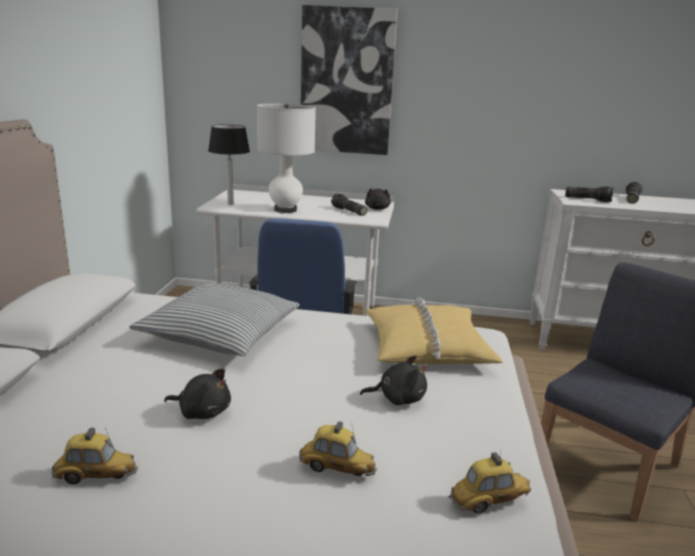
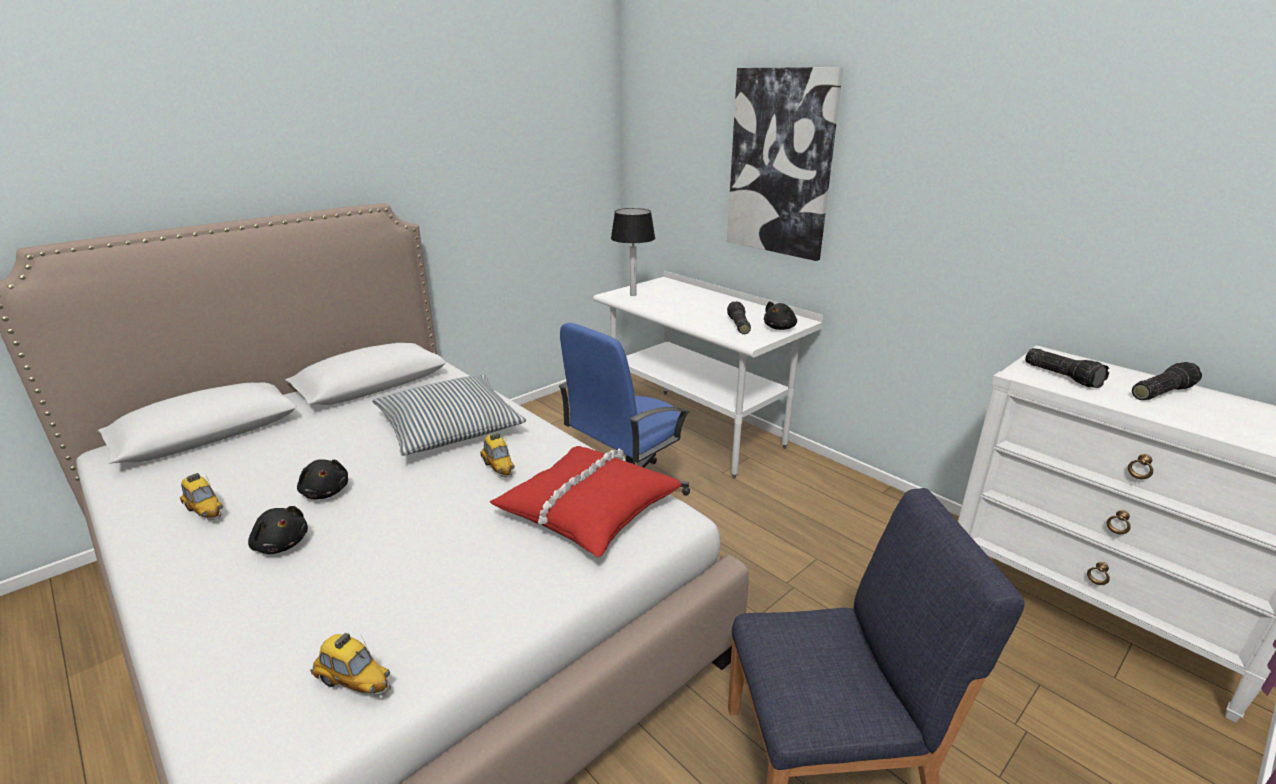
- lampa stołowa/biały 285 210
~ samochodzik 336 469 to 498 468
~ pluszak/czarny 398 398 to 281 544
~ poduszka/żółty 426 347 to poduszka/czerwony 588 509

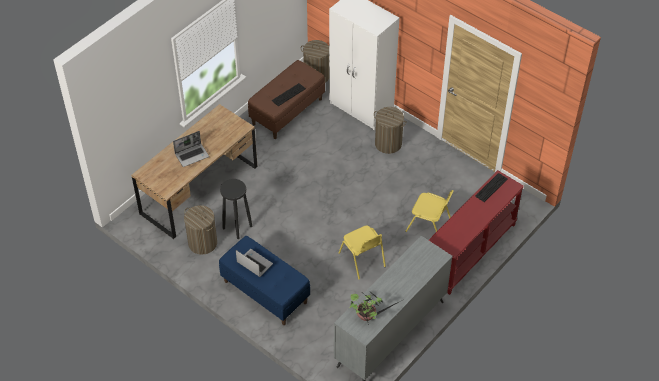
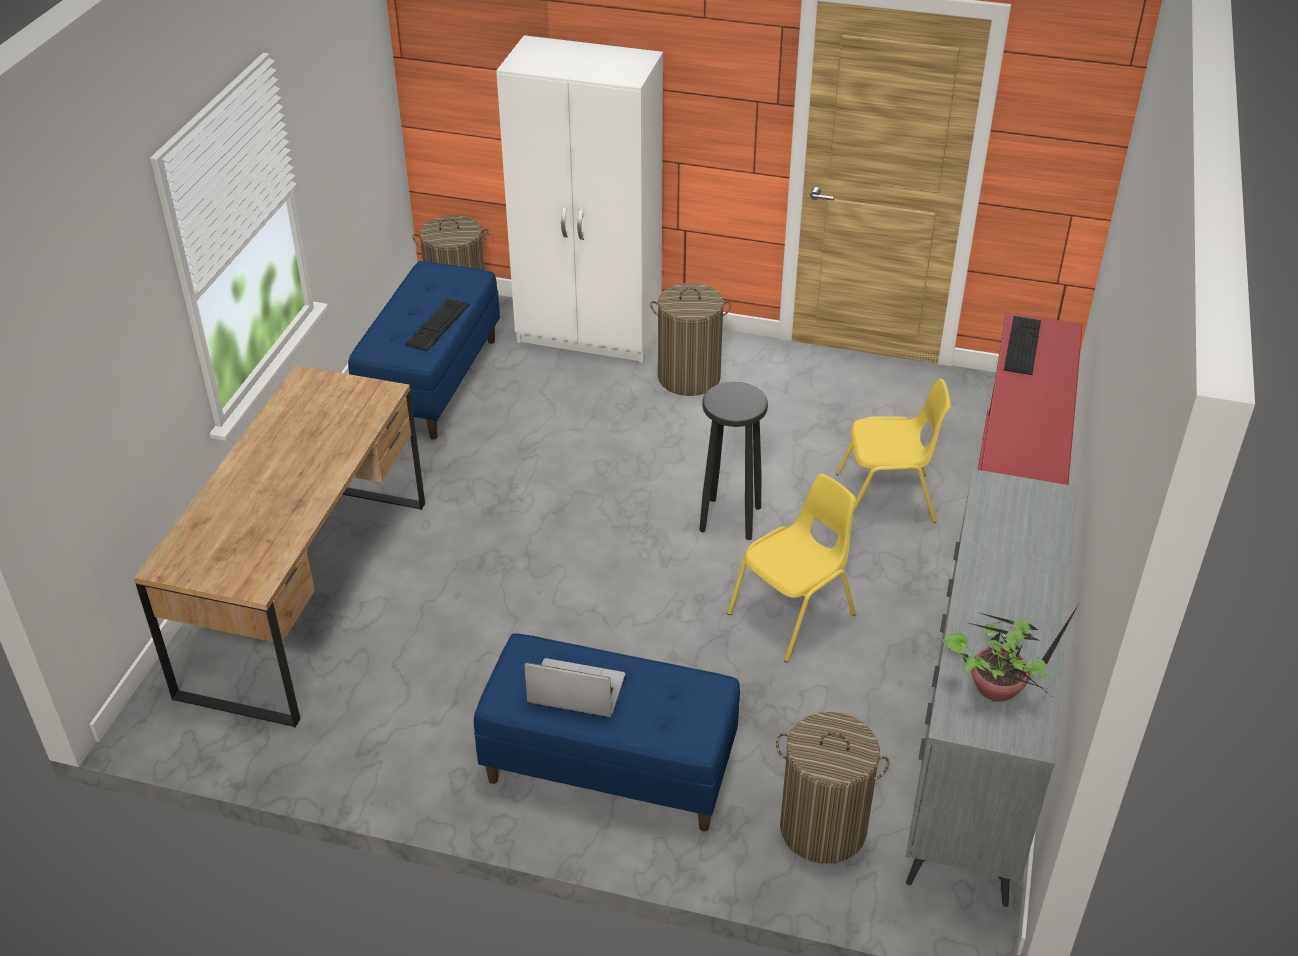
- laptop 192 155
~ kosz na pranie 202 243 to 822 828
~ stołek/czarny 237 227 to 730 519
~ ławka/brązowy 287 111 to ławka/niebieski 431 381
~ krzesło/żółty 362 260 = 794 614 75 degrees counterclockwise

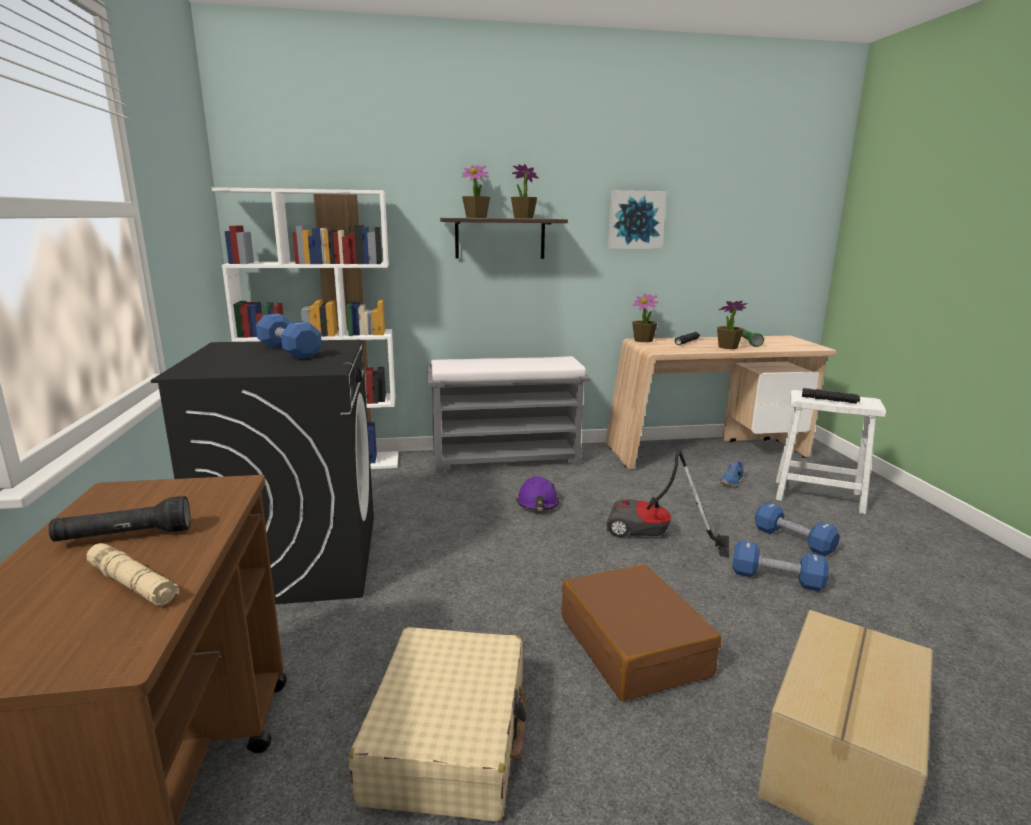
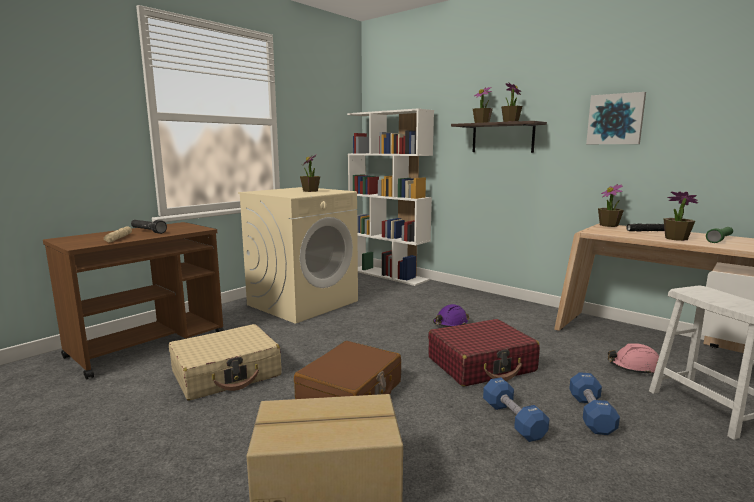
~ pralka/czarny 296 559 to pralka/beżowy 303 303
~ hantel/niebieski 289 351 to roślina doniczkowa 310 191
- ławka/szary 506 458
~ odkurzacz 654 537 to walizka/czerwony 481 365
~ but/niebieski 732 482 to kask/różowy 634 367
- latarka/czarny 829 400

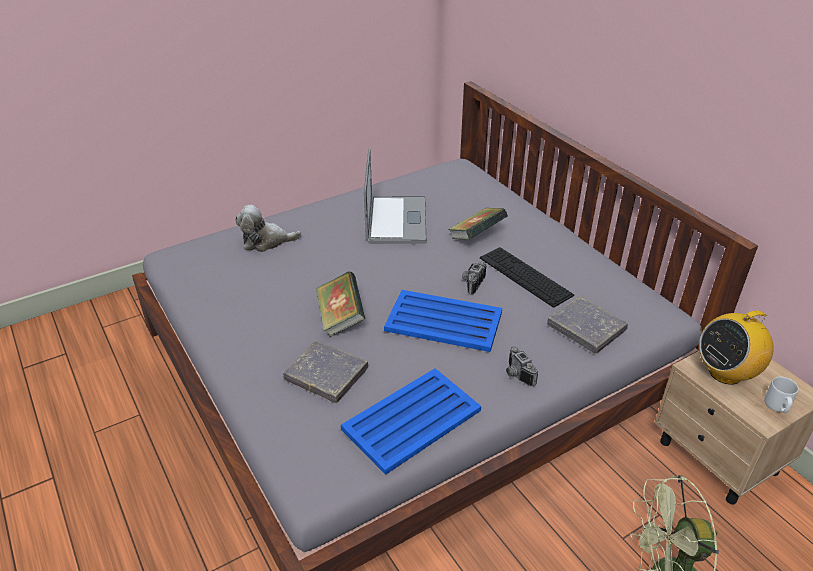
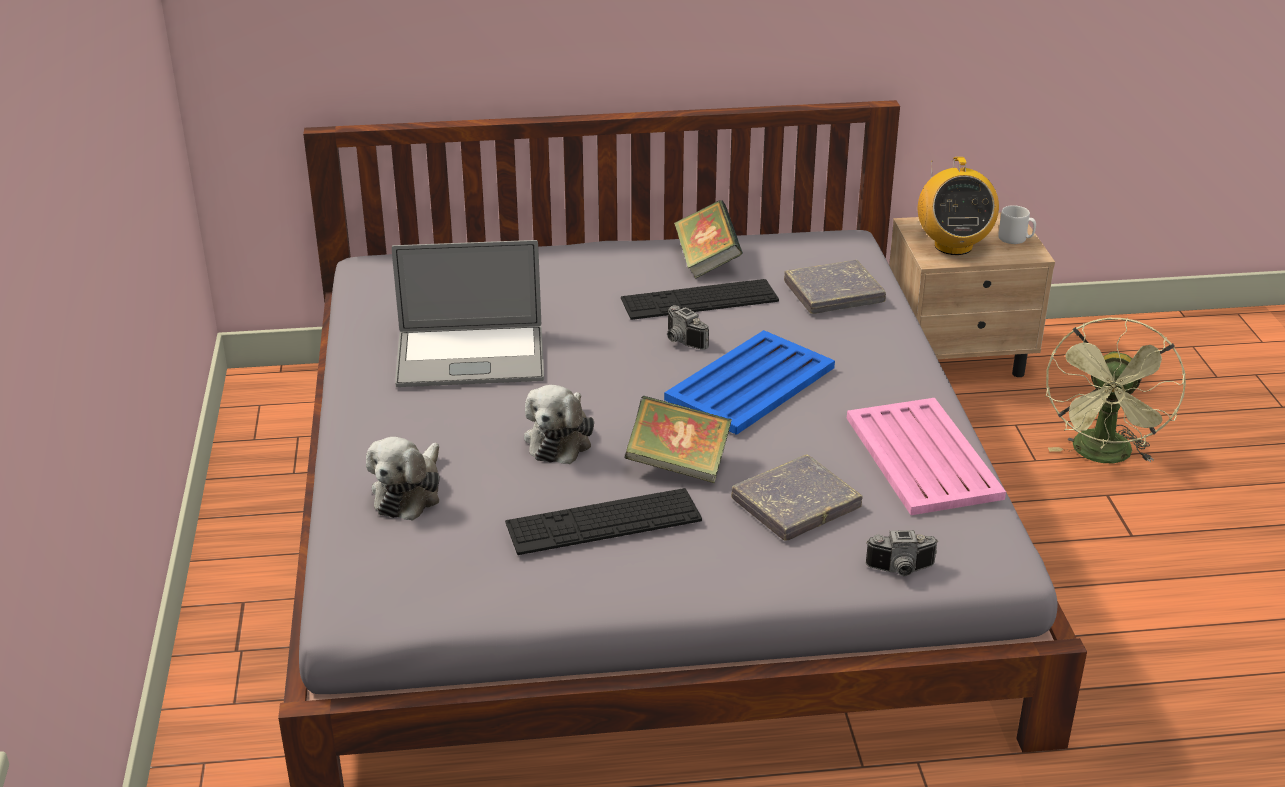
~ taca/niebieski 413 419 to taca/różowy 922 456
~ laptop 396 220 = 470 357 150 degrees clockwise
~ książka 476 237 to 707 261
~ aparat fotograficzny 516 375 to 901 570
+ klawiatura 603 521
+ pluszak 560 439

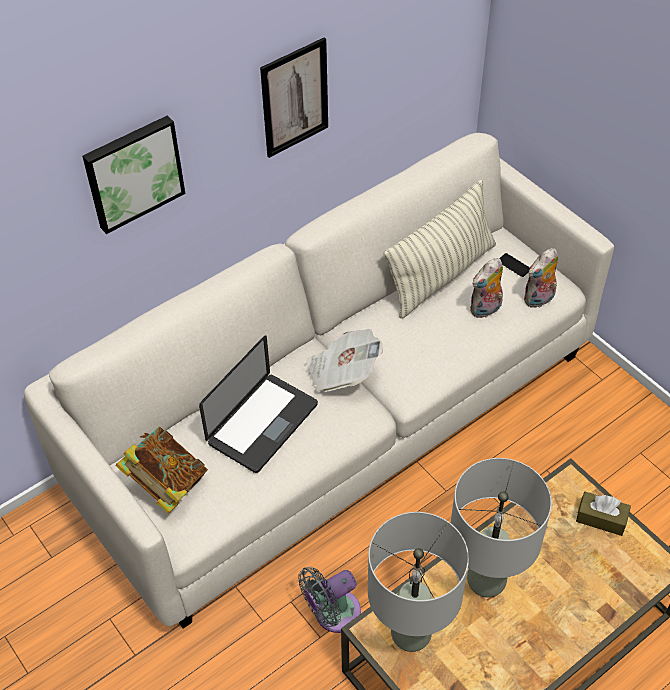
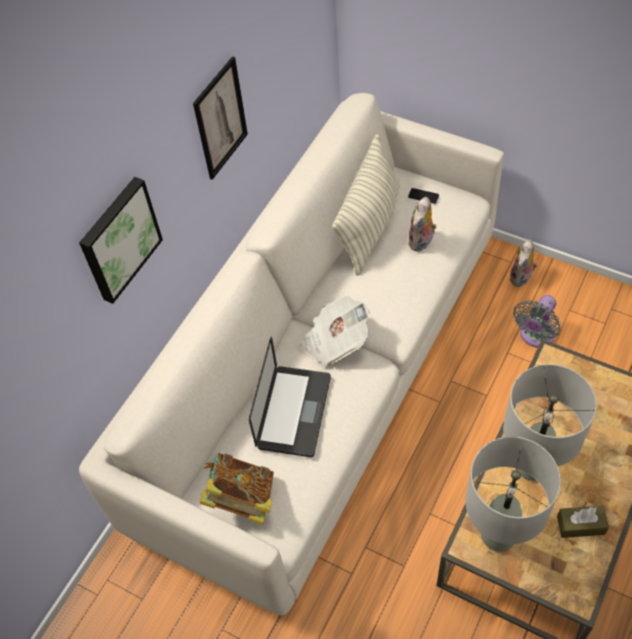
~ wentylator/szary 333 614 to 535 336
~ pluszak 539 300 to 521 278
~ pudełko chusteczek/brązowy 601 518 to 580 525

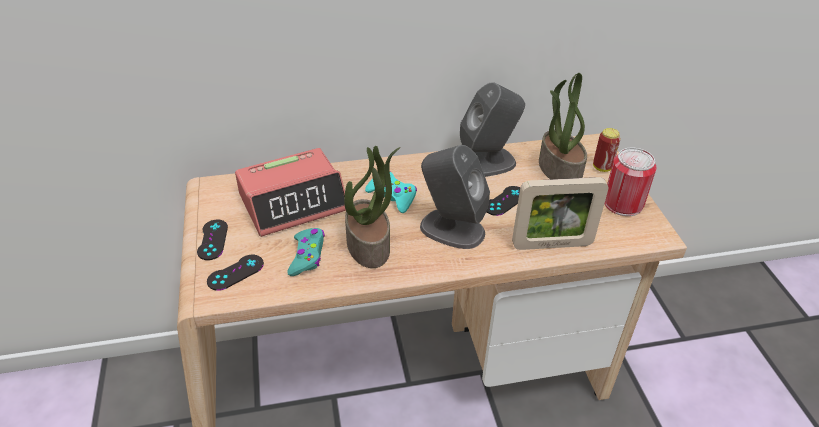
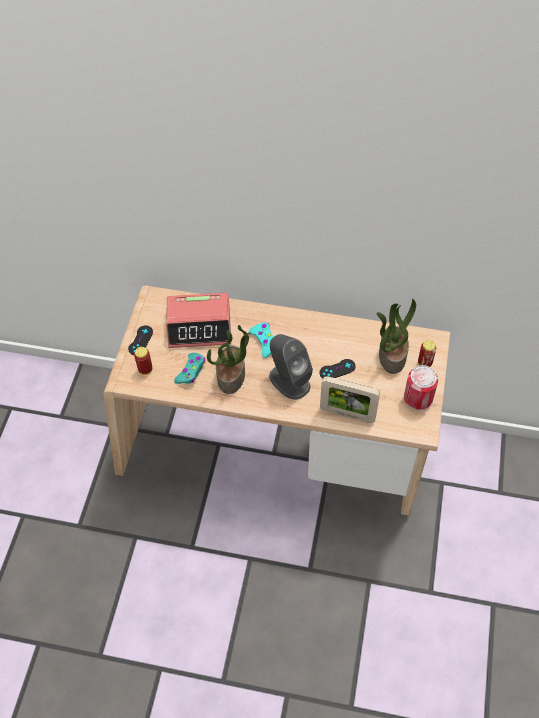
~ pad do gier/czarny 235 272 to puszka 145 369
- głośnik/szary 487 162

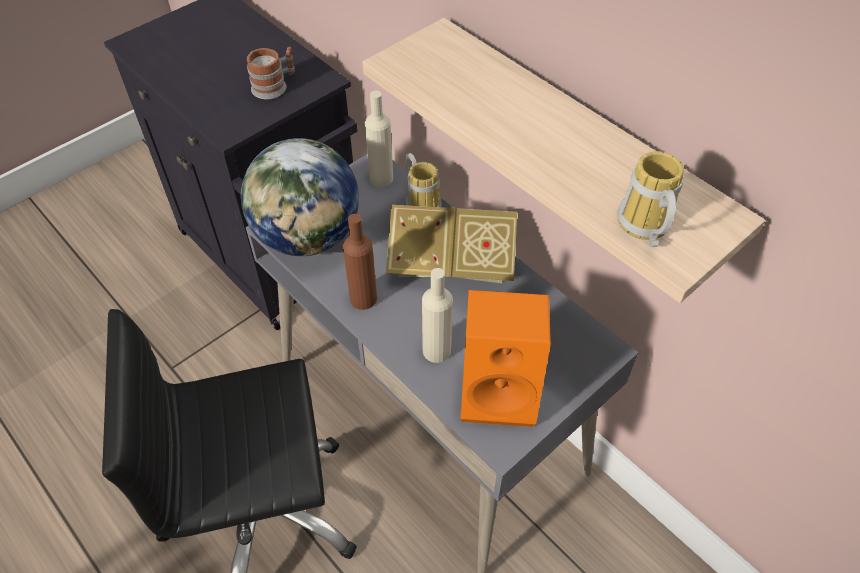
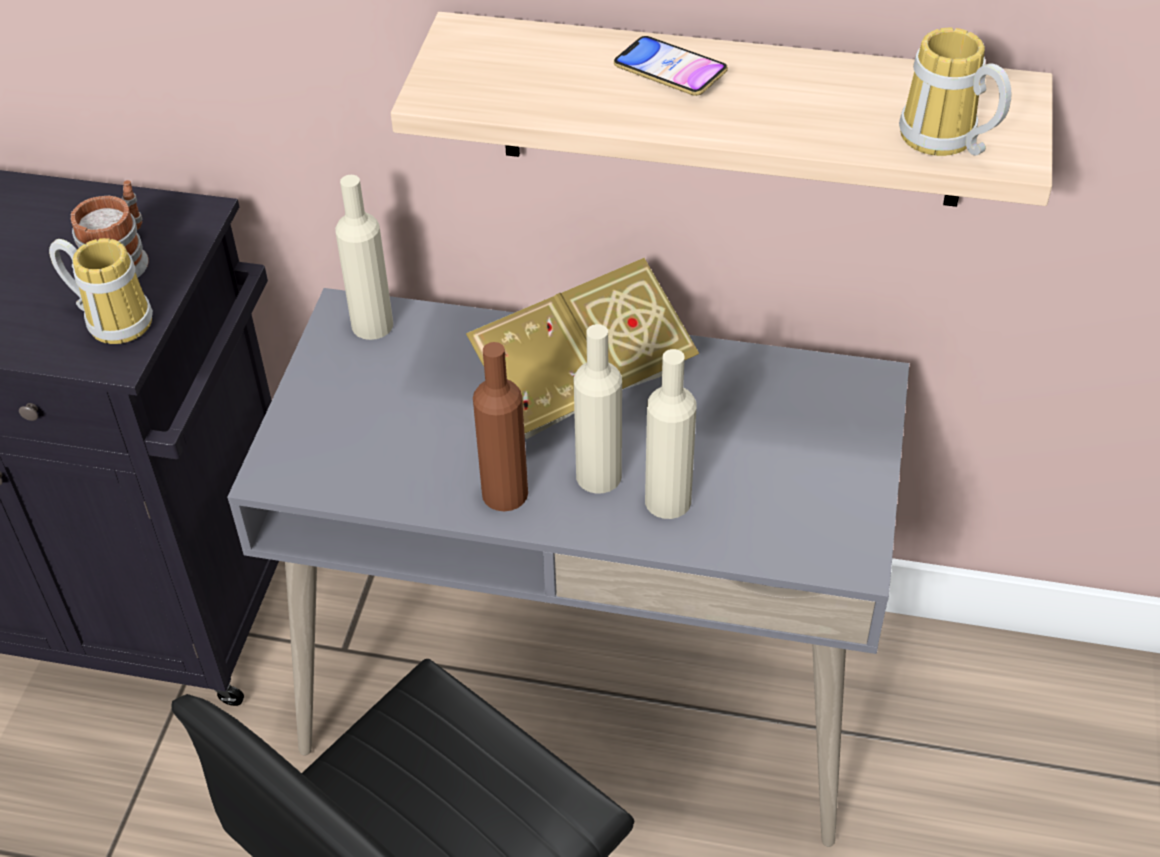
- globus 308 236
~ kubek 422 203 to 114 318
- głośnik/pomarańczowy 500 392
+ butelka/beżowy 598 476
+ telefon 669 72

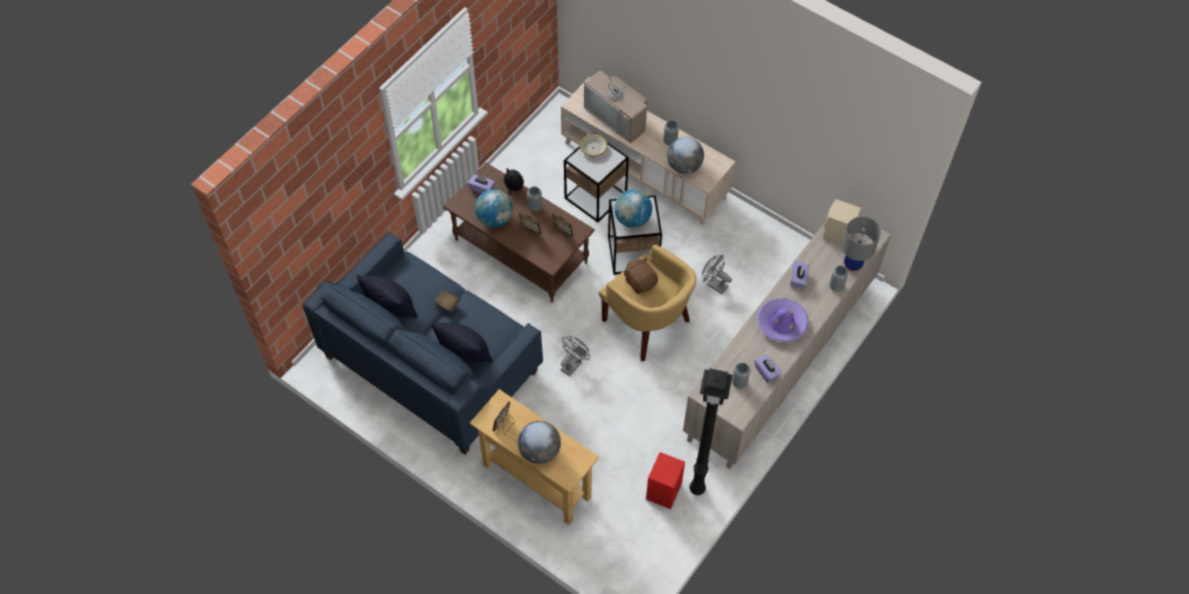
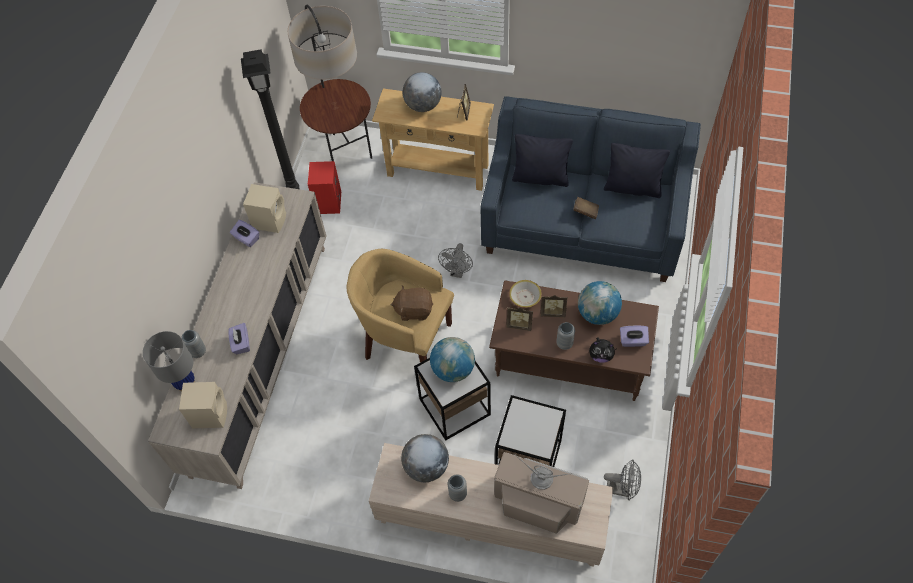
~ miska 593 148 to 525 297
~ pluszak/brązowy 640 282 = 414 310 150 degrees clockwise
~ wentylator/szary 714 284 to 622 489
~ wazon/szary 739 382 to głośnik/beżowy 270 220
- kapelusz/fioletowy 781 323
+ lampa stojąca 345 152

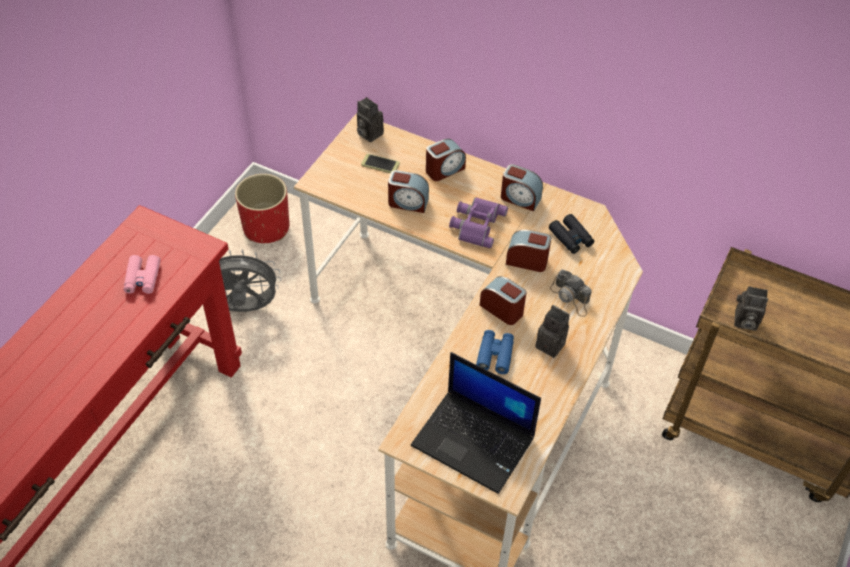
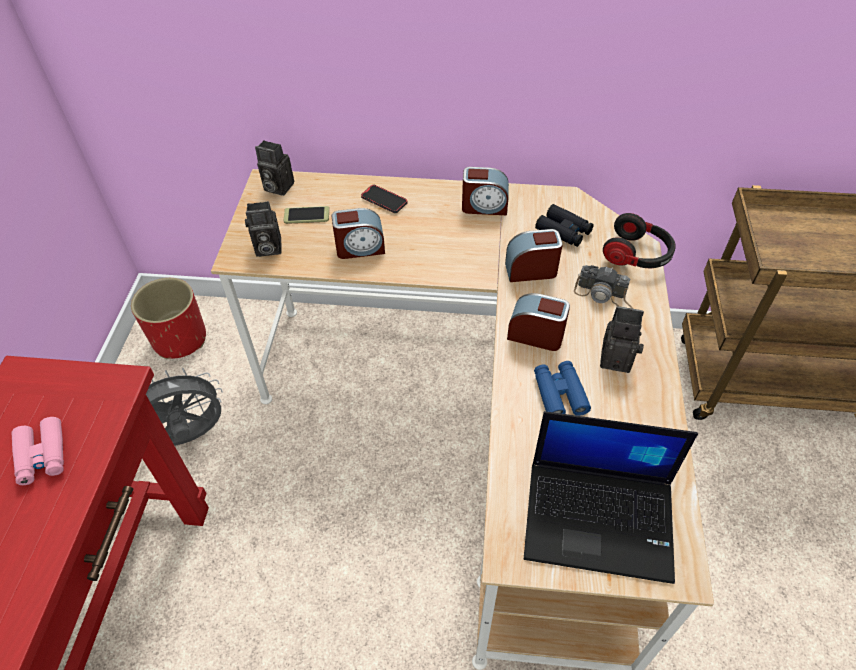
~ budzik 444 170 to telefon 384 200
- lornetka/fioletowy 476 224
~ aparat fotograficzny 744 321 to 266 248
+ słuchawki 637 255

